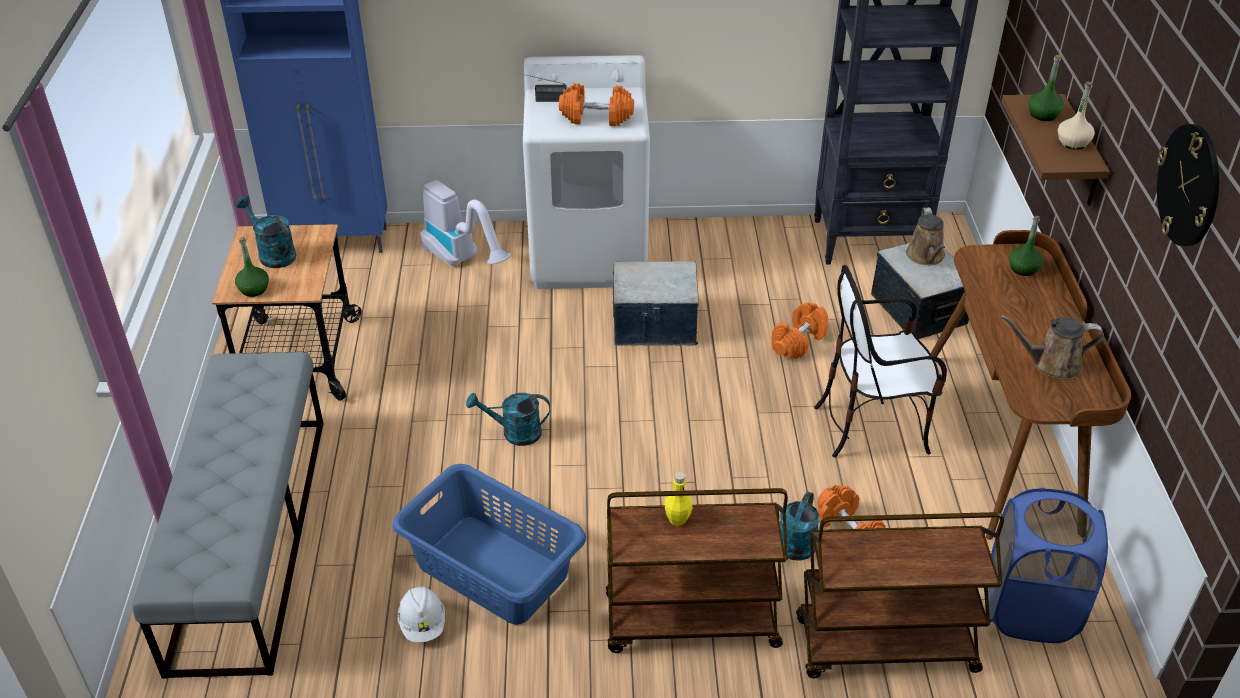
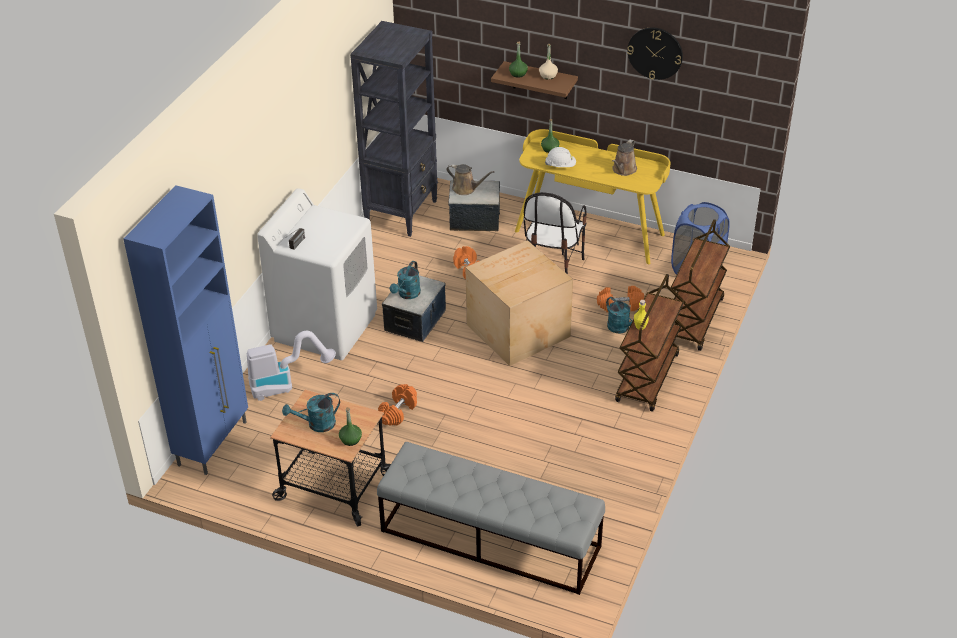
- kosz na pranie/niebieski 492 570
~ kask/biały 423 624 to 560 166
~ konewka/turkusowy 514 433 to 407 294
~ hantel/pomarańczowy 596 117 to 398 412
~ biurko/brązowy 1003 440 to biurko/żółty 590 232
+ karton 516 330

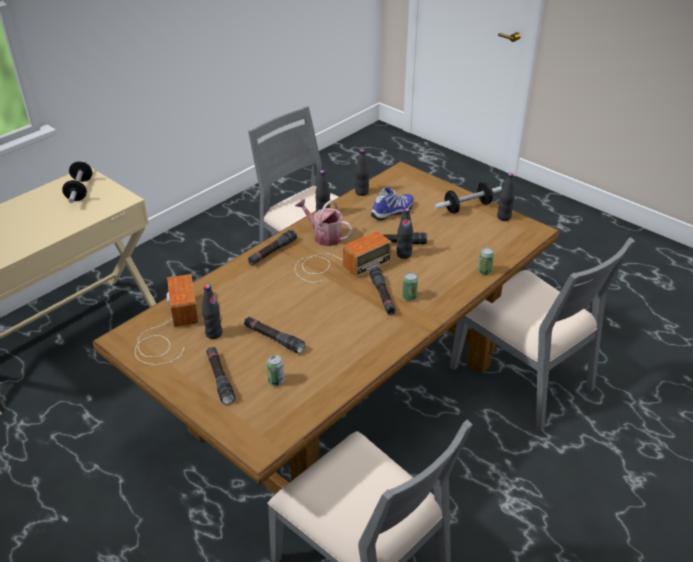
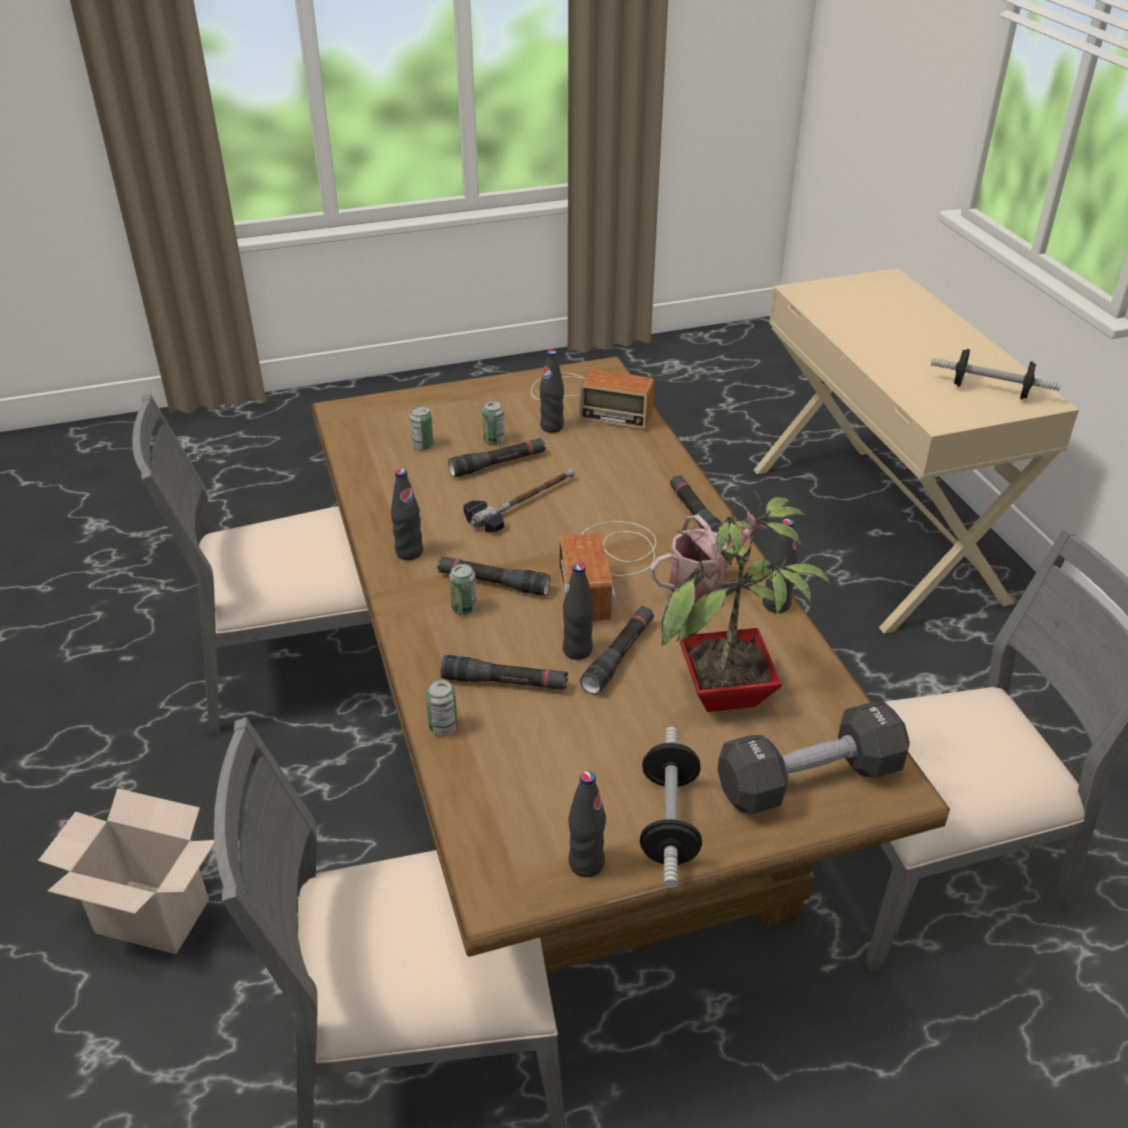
~ latarka/czarny 220 378 to 505 682
~ butelka/czarny 361 192 to 409 552
~ but 393 212 to roślina doniczkowa 726 696
+ karton 148 918
+ młotek 522 502
+ puszka 494 440
+ hantel/czarny 809 779

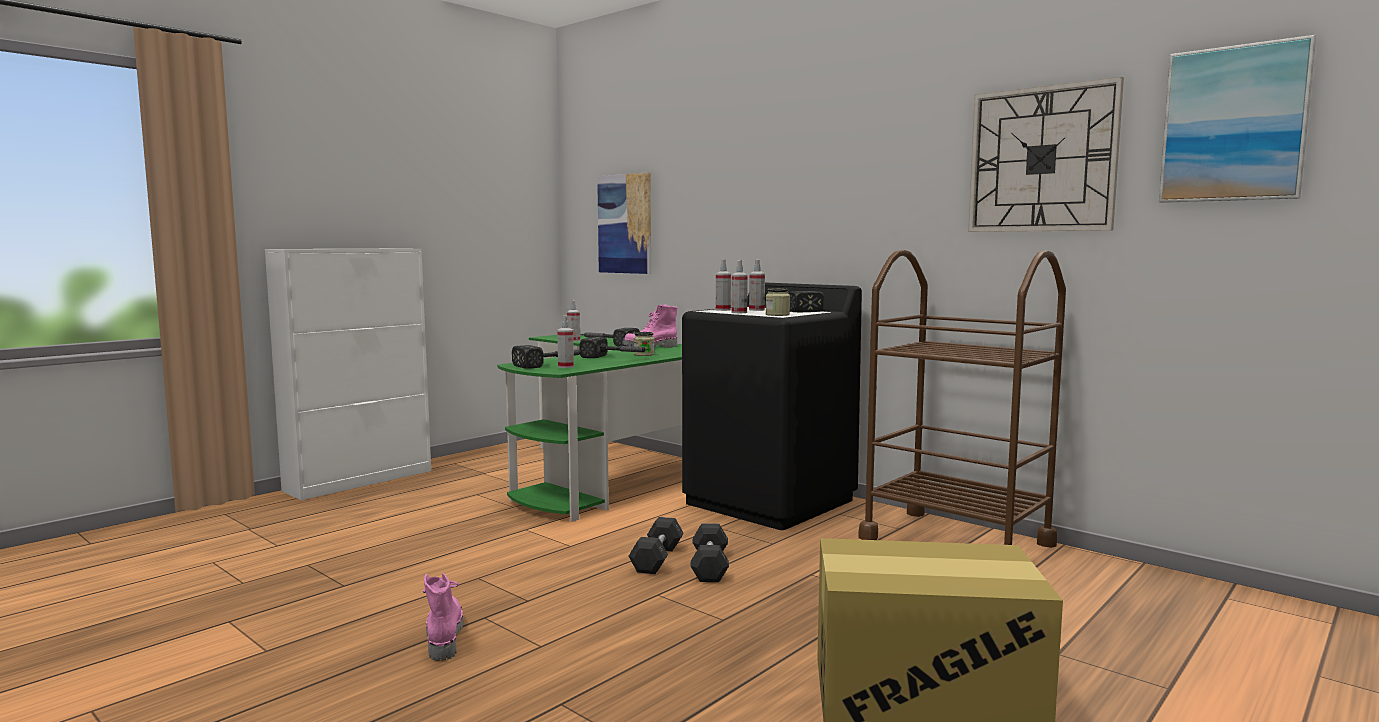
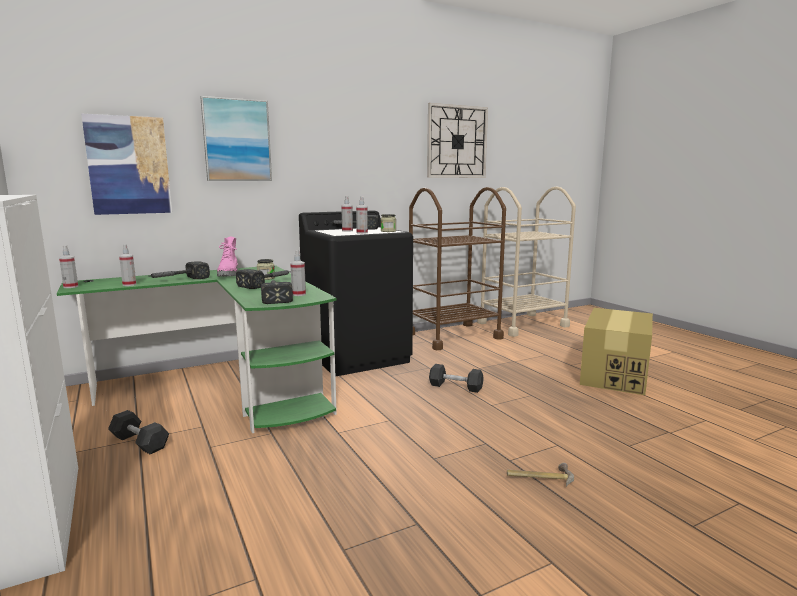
~ but z cholewką/różowy 443 637 to młotek 539 477
~ hantel/szary 657 559 to 139 442
~ spryskiwacz 723 310 to 71 287
~ obraz 1233 124 to 237 140
+ wózek/beżowy 522 324

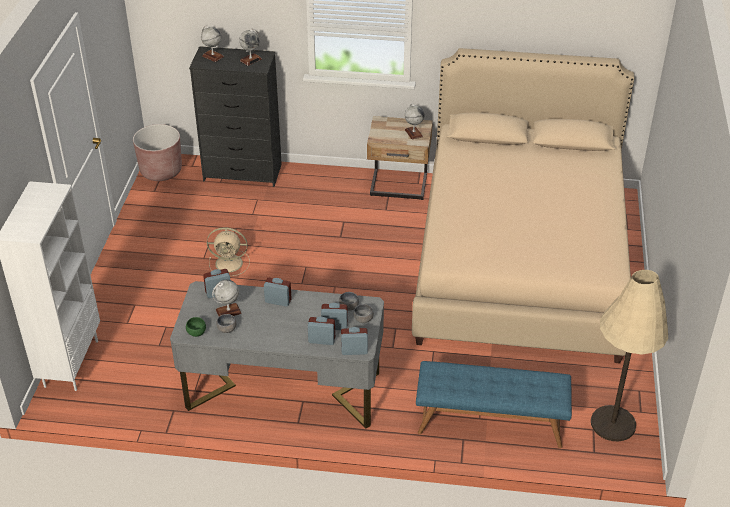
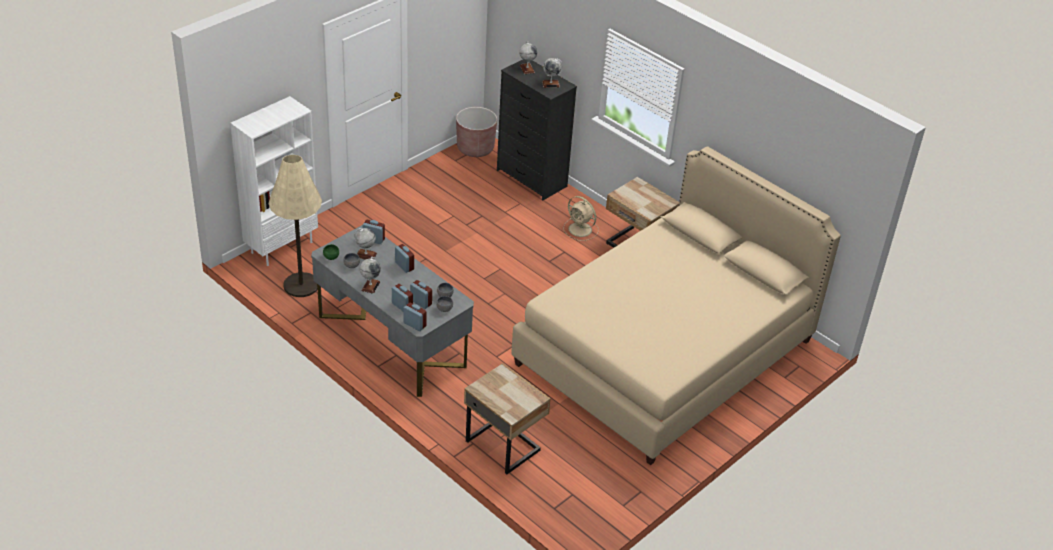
~ wentylator/beżowy 230 263 to 581 230
~ globus 413 133 to 370 286
~ ławka/niebieski 490 423 to szafka nocna/beżowy 504 445
~ lampa stojąca/beżowy 613 424 to 301 285

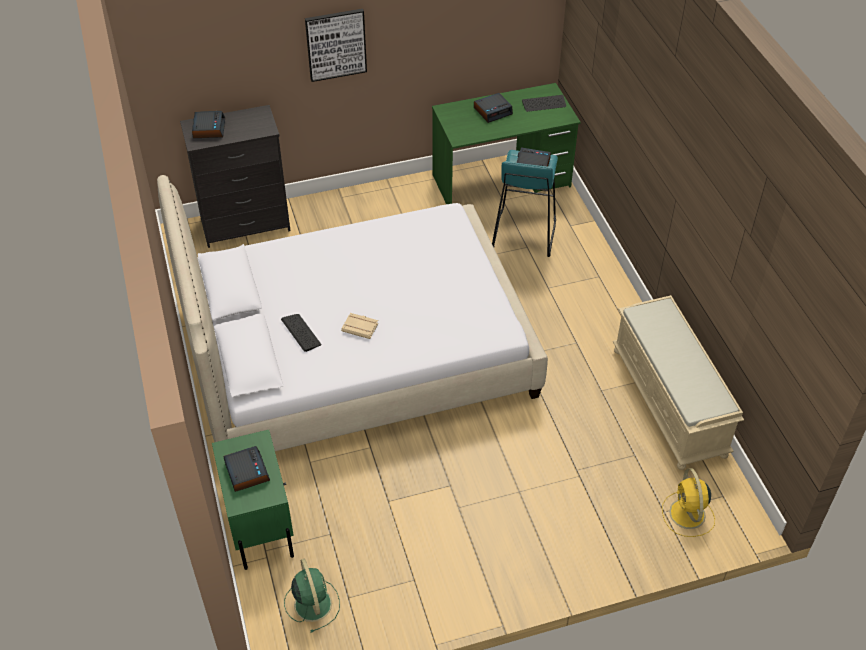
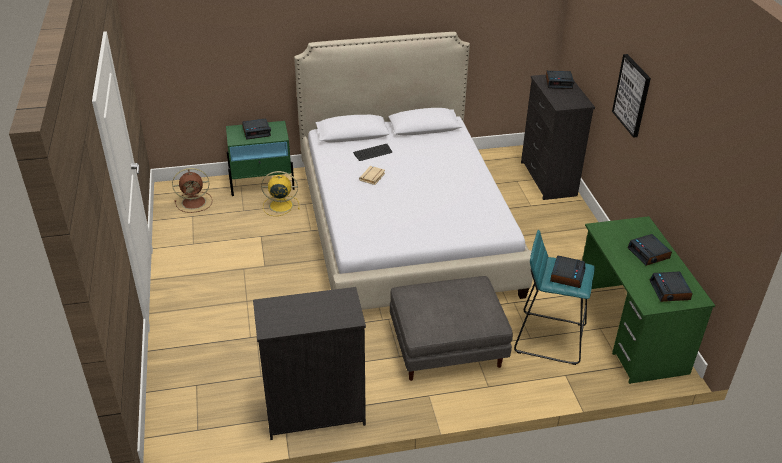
~ wentylator/zielony 312 603 to wentylator/brązowy 195 202
~ klawiatura 544 104 to budzik 670 291
~ ławka/beżowy 670 402 to komoda/czarny 314 412
~ wentylator/żółty 687 515 to 280 205
+ pufa/szary 448 347

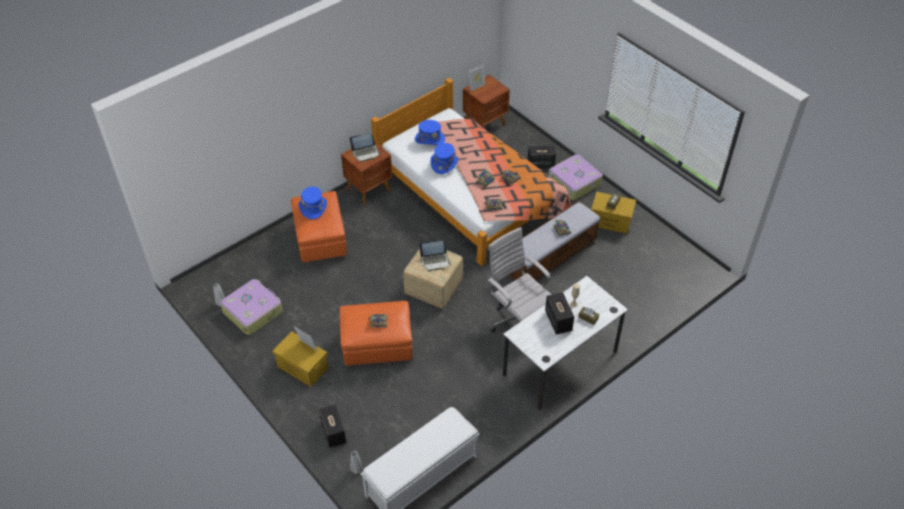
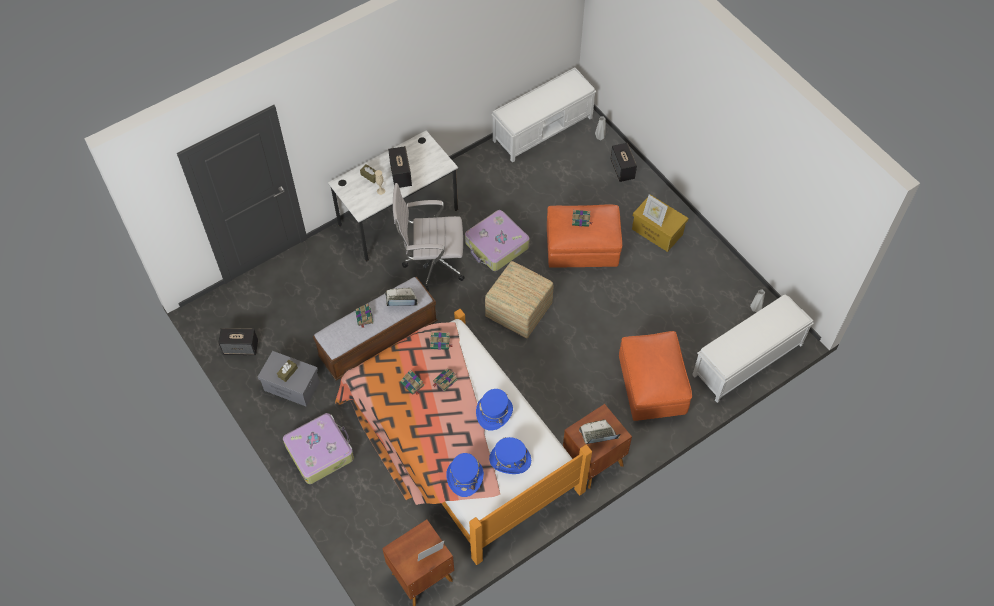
~ walizka 253 311 to 496 246
~ kapelusz/niebieski 313 208 to 465 477
~ laptop 435 261 to 401 300
~ krzesło biurowe/biały 517 321 = 432 265 120 degrees clockwise
~ głośnik 540 164 to 241 348
~ pojemnik do przechowywania/żółty 611 221 to pojemnik do przechowywania/szary 291 386
+ ławka/biały 746 360

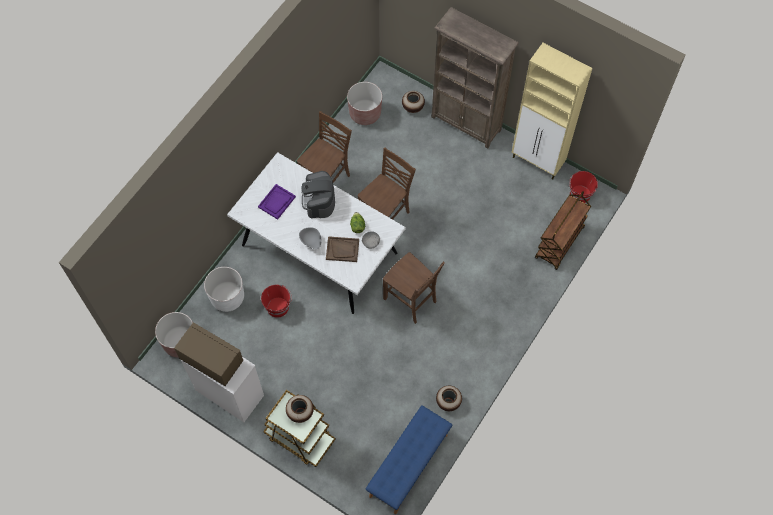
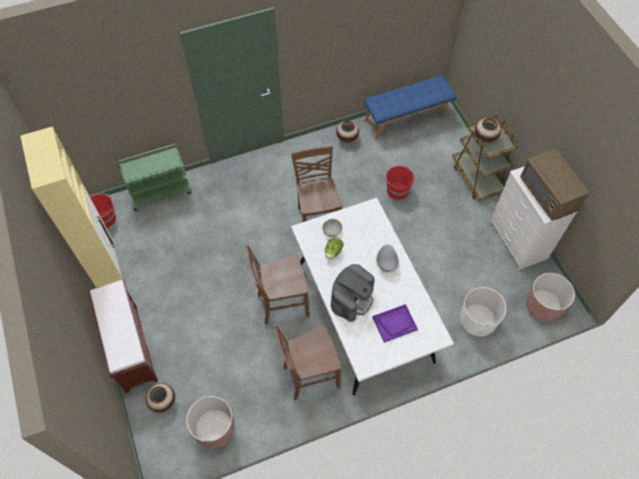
~ wiadro/czerwony 278 307 to 397 190
- taca/brązowy 342 249
~ regał/brązowy 466 124 to ławka/brązowy 130 347
~ wózek/brązowy 559 243 to wózek/zielony 161 192

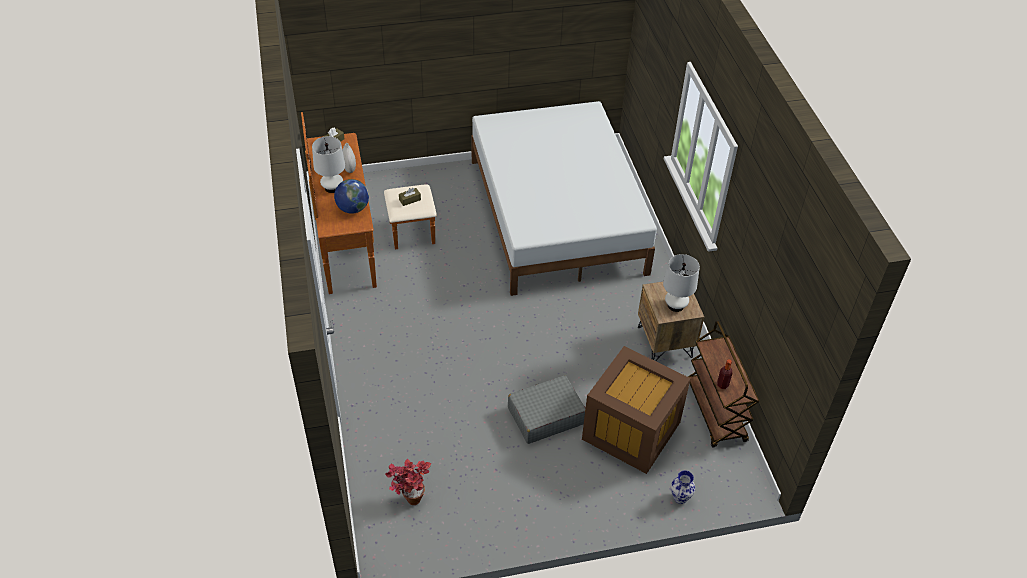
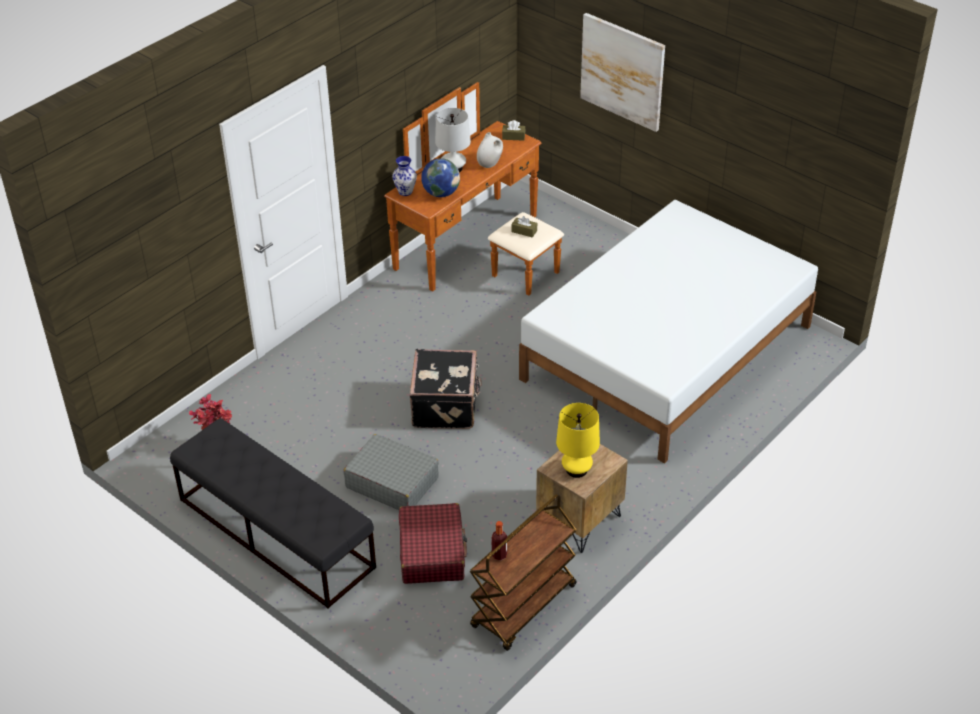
~ pojemnik do przechowywania/brązowy 629 431 to walizka/czerwony 432 552
~ lampa stołowa/biały 675 305 to lampa stołowa/żółty 576 469
~ wazon 680 498 to 405 192
+ ławka/czarny 275 532
+ walizka/czarny 446 406
+ obraz 622 71

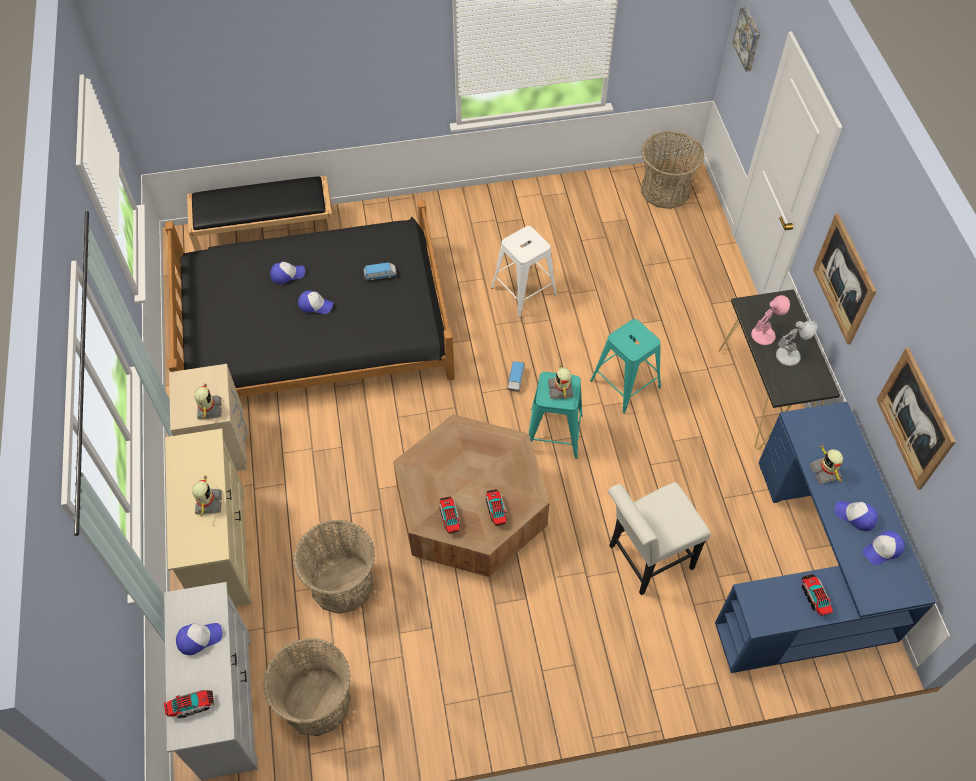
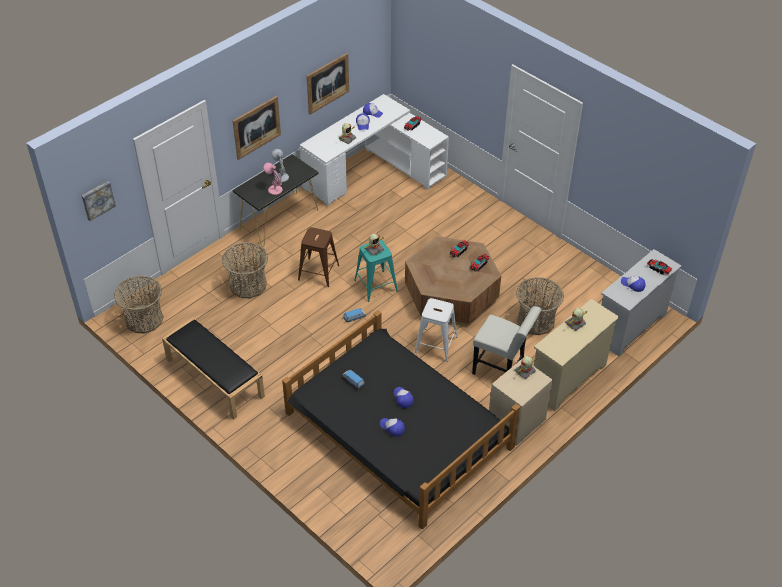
~ ławka/czarny 267 233 to 214 378
~ koszyk 317 701 to 248 285
~ stołek/biały 523 291 to 436 345
~ stołek/turkusowy 625 384 to stołek/brązowy 318 272
~ krzesło/biały 645 559 to 502 369
~ biurko/niebieski 809 573 to biurko/biały 373 171

